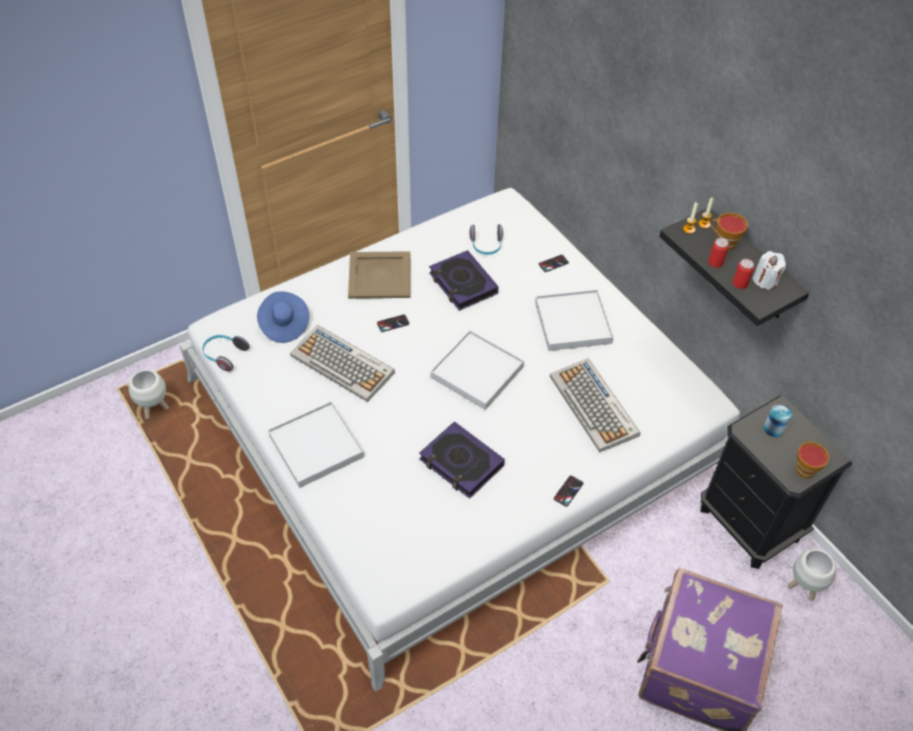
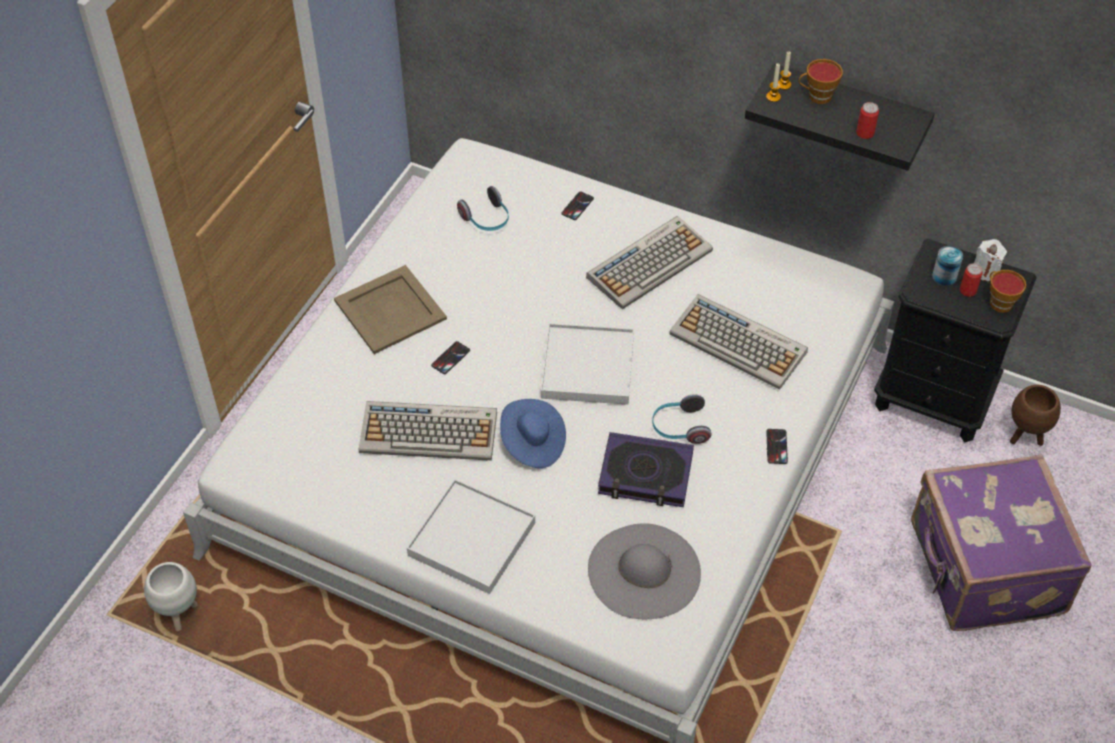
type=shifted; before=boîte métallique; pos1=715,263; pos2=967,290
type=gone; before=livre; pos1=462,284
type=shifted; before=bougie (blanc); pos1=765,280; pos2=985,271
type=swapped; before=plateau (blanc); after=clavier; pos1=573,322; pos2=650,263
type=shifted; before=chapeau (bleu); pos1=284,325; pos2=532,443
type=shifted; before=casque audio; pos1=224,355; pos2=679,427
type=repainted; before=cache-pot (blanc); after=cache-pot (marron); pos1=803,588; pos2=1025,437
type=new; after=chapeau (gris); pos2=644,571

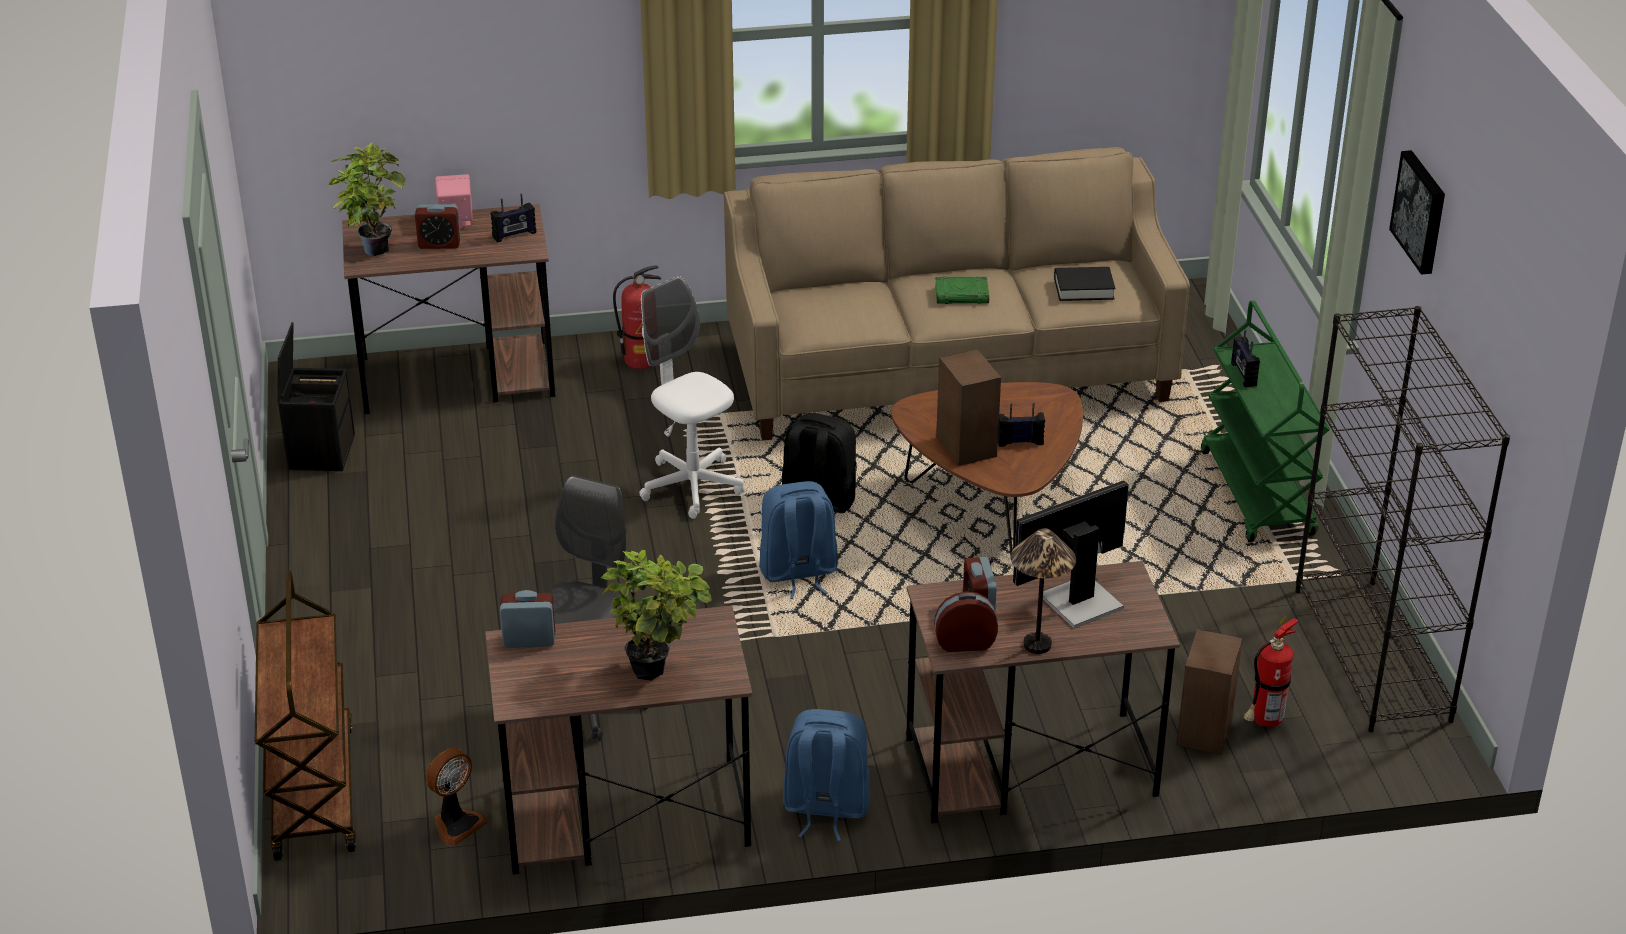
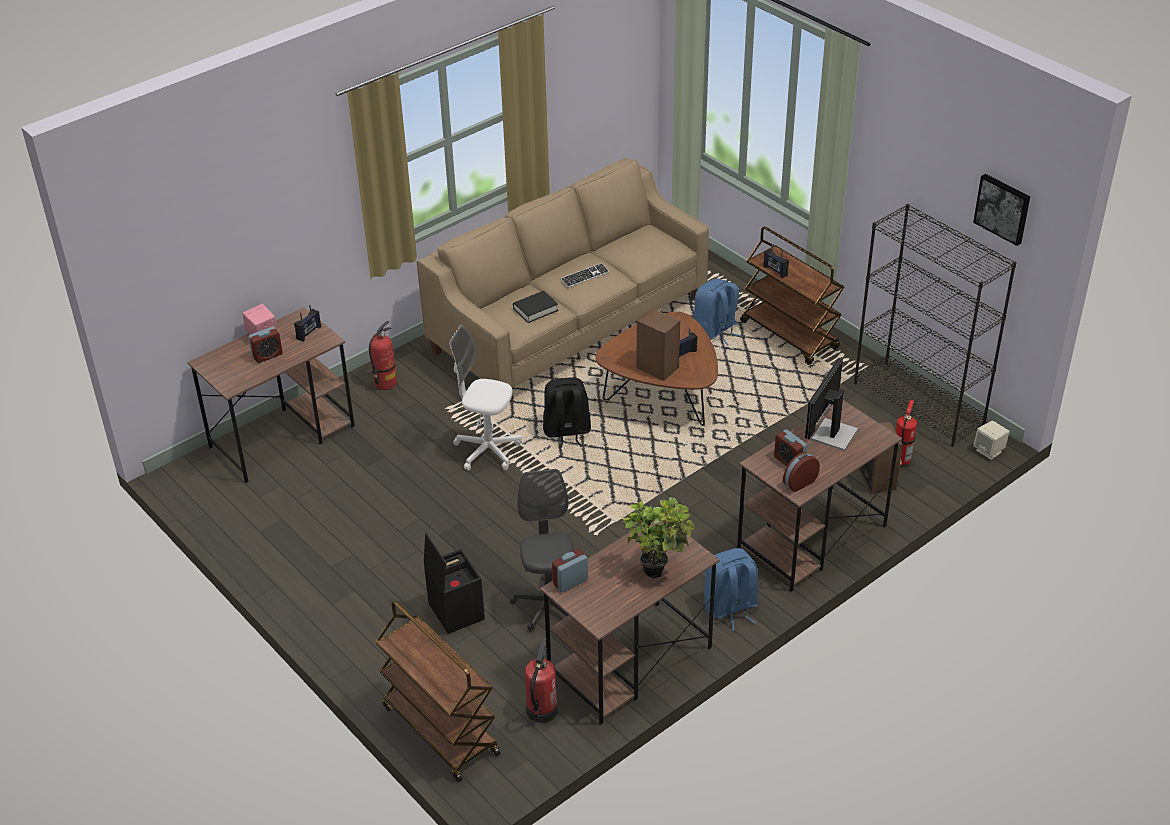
type=gone; before=plante en pot; pos1=373,247
type=shifted; before=tableau; pos1=1421,211; pos2=1003,208
type=shifted; before=livre (noir); pos1=1084,288; pos2=535,309
type=swapped; before=livre (vert); after=clavier; pos1=962,294; pos2=585,276
type=repainted; before=chariot (vert); after=chariot (marron); pos1=1258,494; pos2=790,336
type=shifted; before=boîte de rangement (noir); pos1=320,451; pos2=455,611
type=shifted; before=sac à dos (bleu); pos1=798,573; pos2=715,332
type=gone; before=lampe de table; pos1=1037,645
type=swapped; before=ventilateur; after=extincteur; pos1=456,824; pos2=541,710
type=new; after=enceinte (beige); pos2=989,451

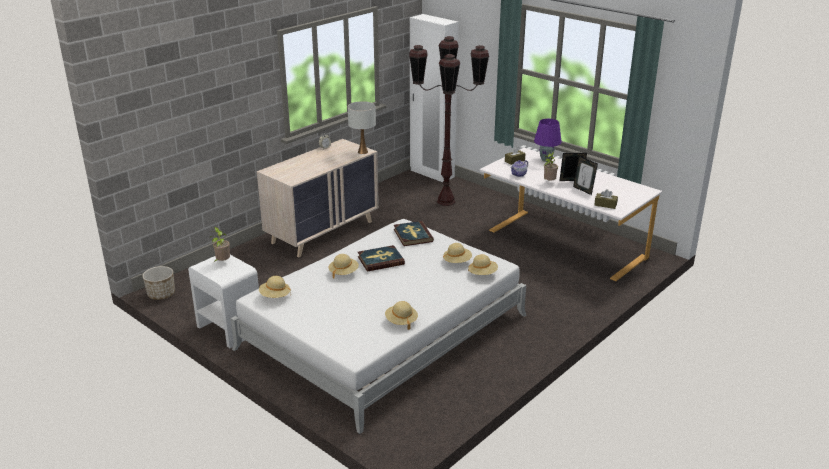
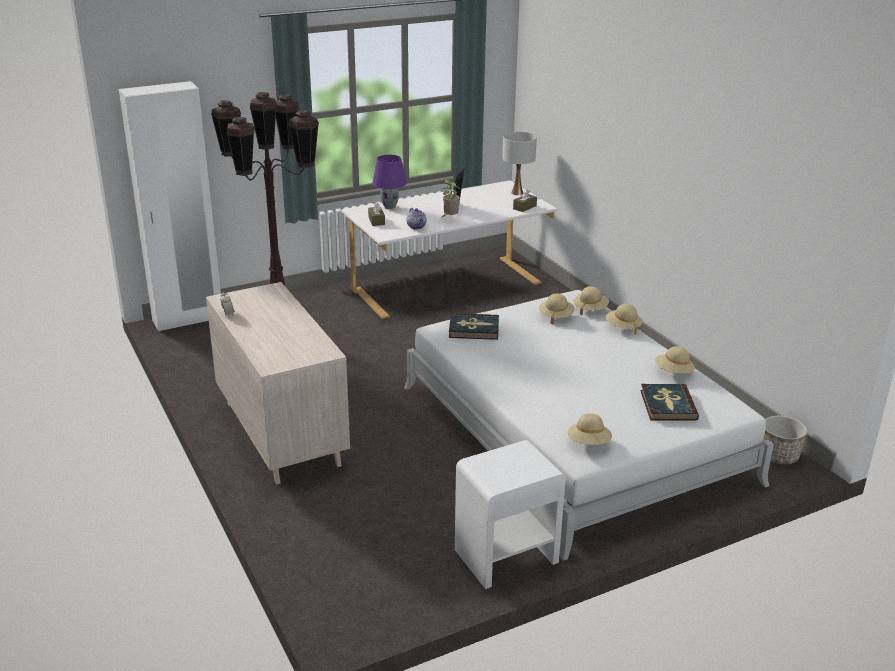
type=shifted; before=lampe de table (blanc); pos1=362,152; pos2=517,193
type=gone; before=cadre photo; pos1=583,190
type=gone; before=plante en pot; pos1=222,262
type=shifted; before=livre; pos1=380,260; pos2=667,405
type=shifted; before=chapeau (beige); pos1=343,272; pos2=623,327
type=shifted; before=cache-pot; pos1=161,294; pos2=778,456

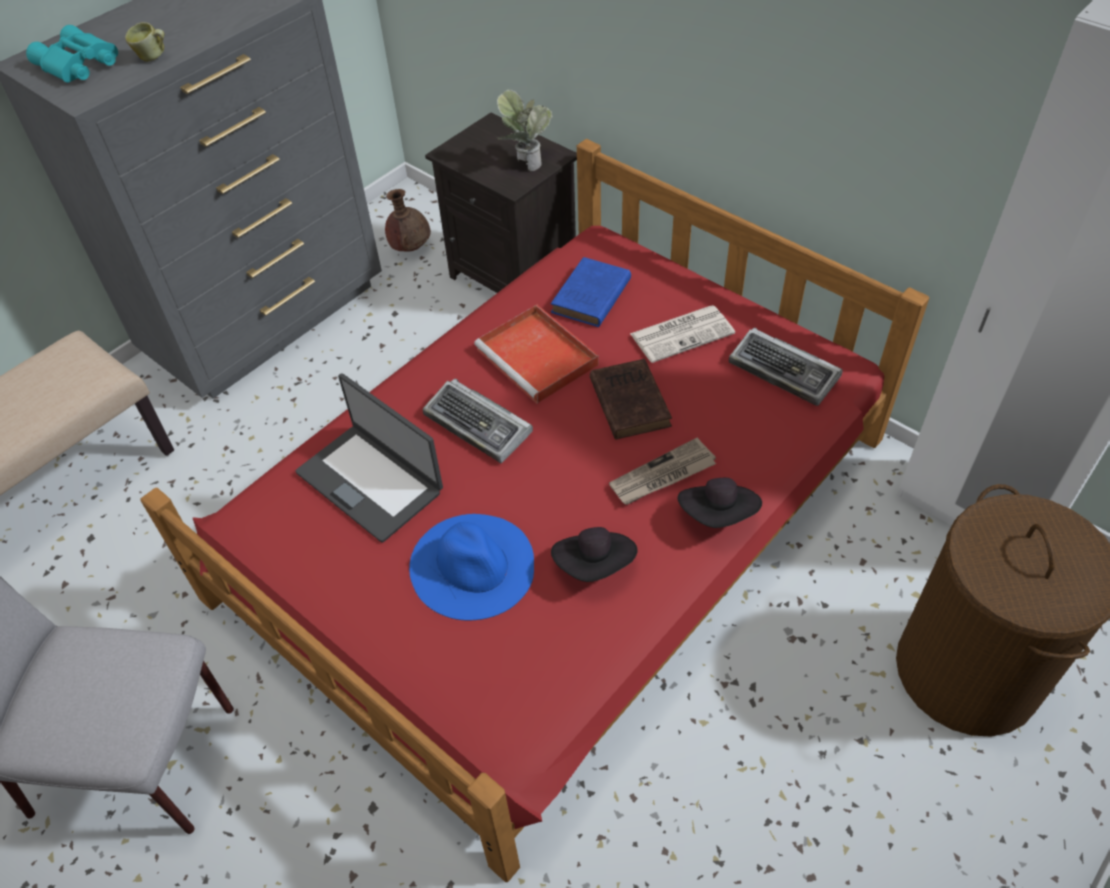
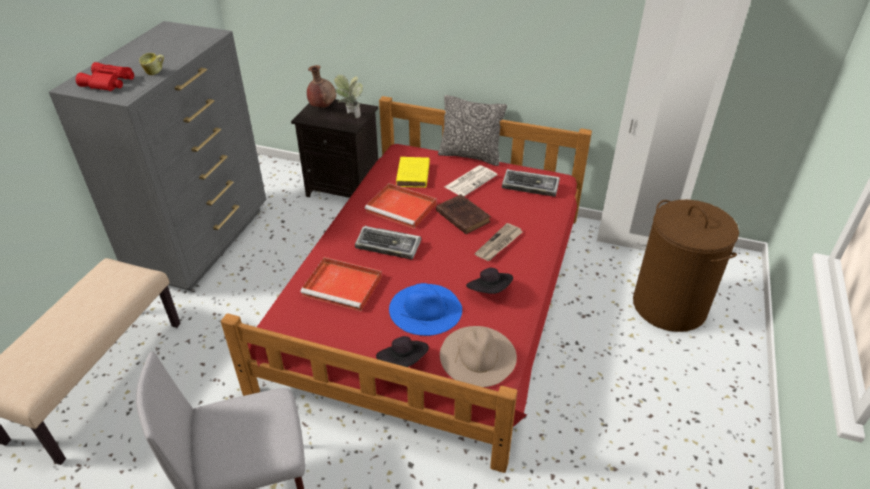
type=repainted; before=jumelles (turquoise); after=jumelles (rouge); pos1=78,66; pos2=108,83
type=shifted; before=vase (marron); pos1=410,247; pos2=322,106
type=repainted; before=livre (bleu); after=livre (jaune); pos1=590,298; pos2=413,175
type=swapped; before=ordinateur portable; after=plateau (rouge); pos1=371,481; pos2=344,286
type=shifted; before=chapeau (noir); pos1=718,514; pos2=403,361
type=new; after=coussin; pos2=470,155
type=new; after=chapeau (beige); pos2=478,355

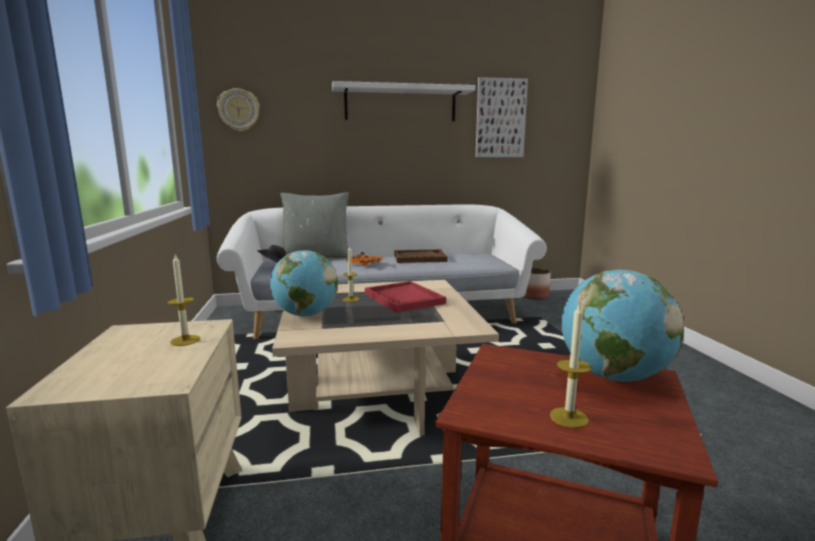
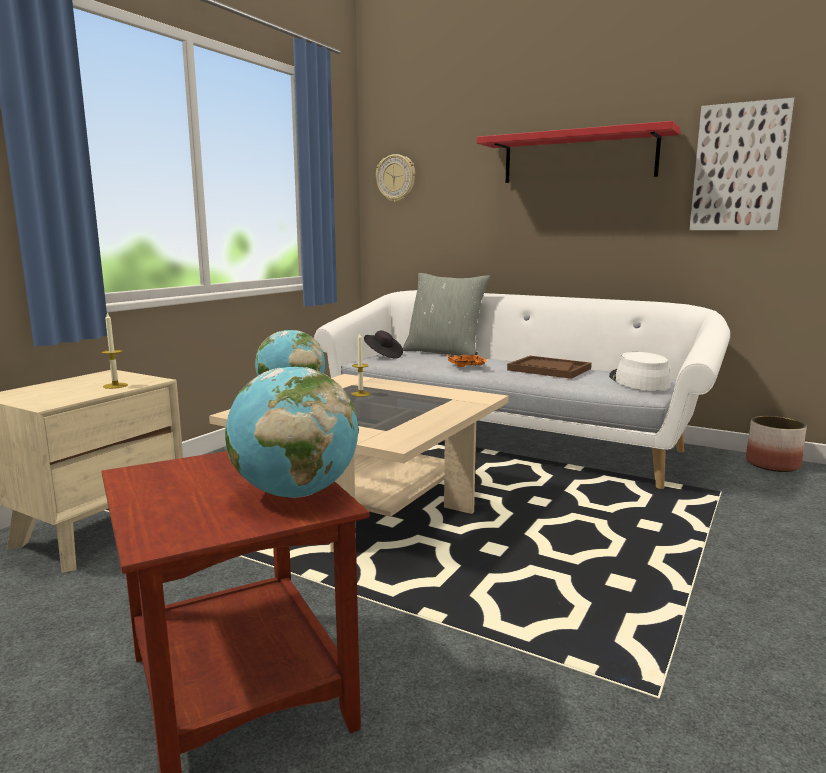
type=repainted; before=étagère (blanc); after=étagère (rouge); pos1=400,104; pos2=578,157
type=gone; before=plateau (rouge); pos1=404,298
type=gone; before=bougie; pos1=569,417
type=new; after=chapeau (blanc); pos2=638,381

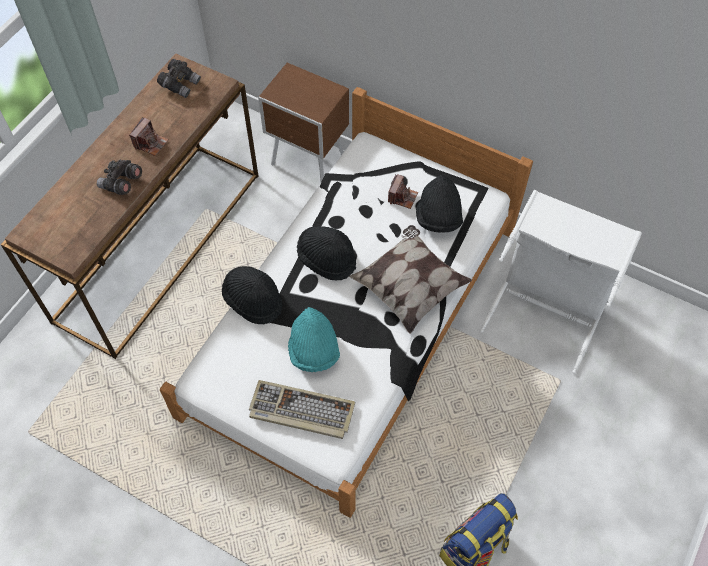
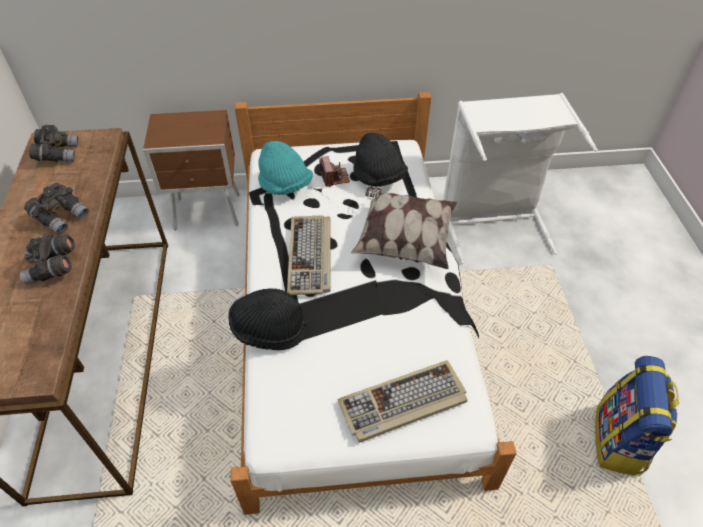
type=swapped; before=appareil photo; after=jumelles (gris); pos1=151,143; pos2=62,216
type=swapped; before=chapeau (noir); after=clavier; pos1=327,259; pos2=310,257
type=shifted; before=chapeau (turquoise); pos1=314,351; pos2=285,185

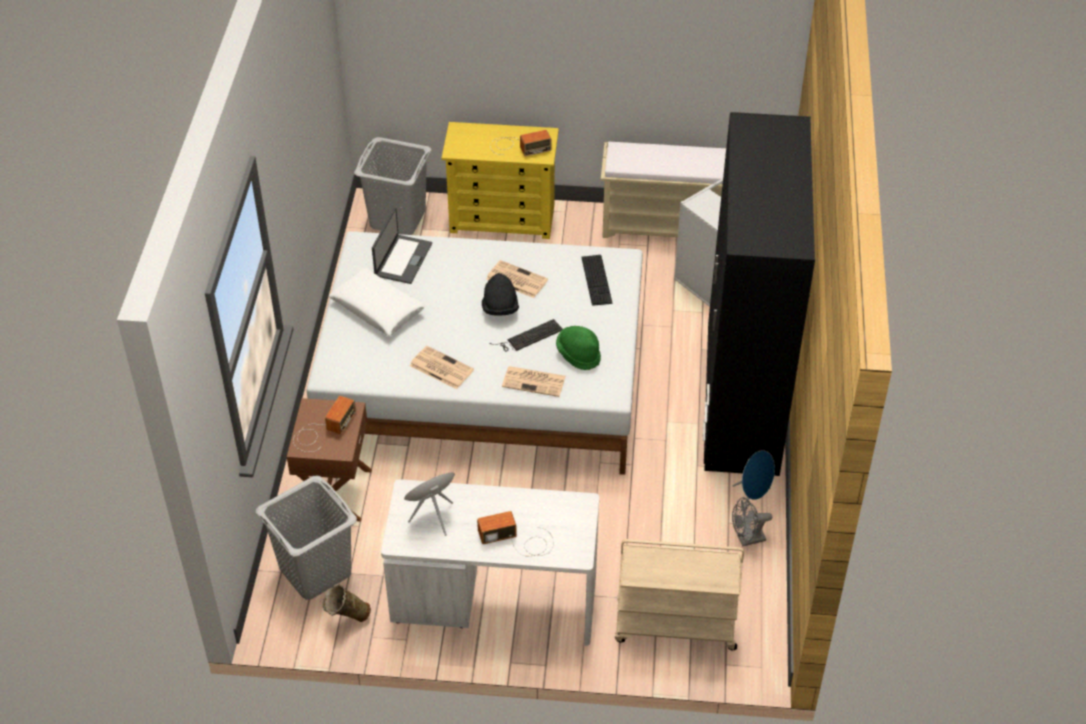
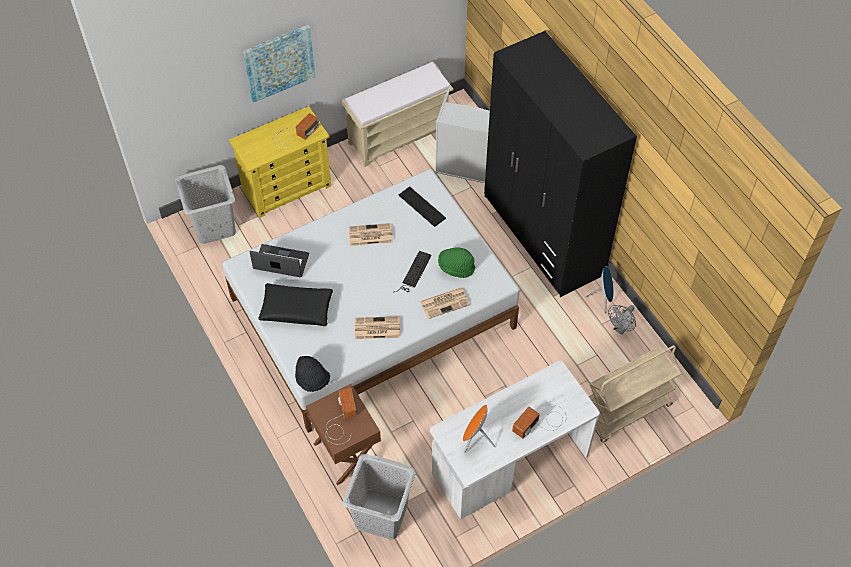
type=rotated; before=ordinateur portable; pos1=402,259; pos2=281,262; turn=-60
type=repainted; before=coussin (blanc); after=coussin (noir); pos1=378,308; pos2=296,309
type=shifted; before=chapeau (noir); pos1=500,308; pos2=312,380
type=gone; before=vase (beige); pos1=347,620
type=new; after=tableau; pos2=279,62

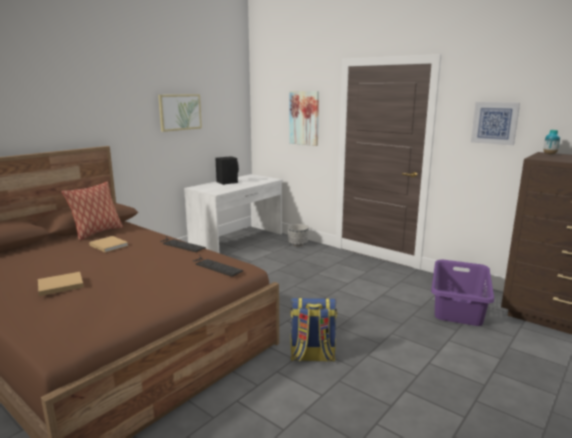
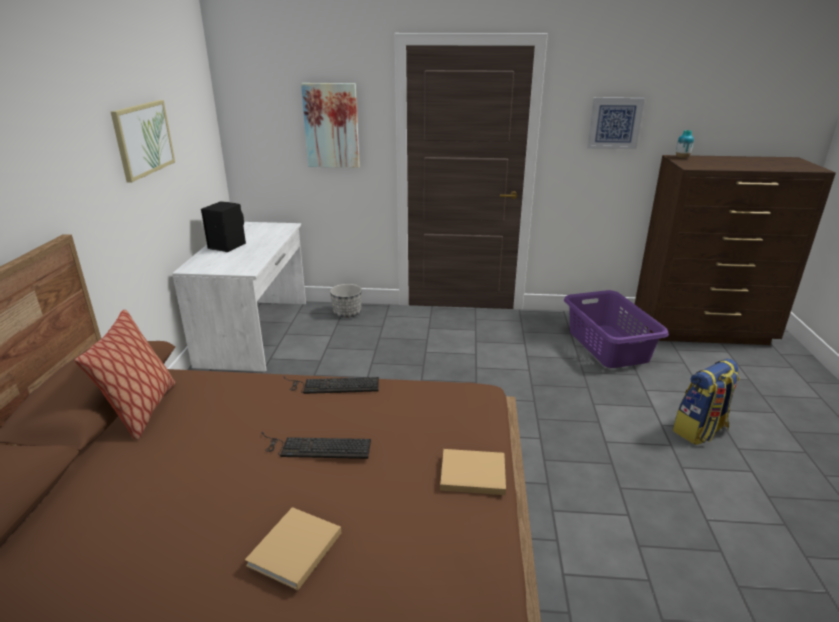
type=shifted; before=livre (beige); pos1=108,245; pos2=470,473
type=shifted; before=clavier; pos1=215,266; pos2=315,447
type=shifted; before=sac à dos; pos1=312,356; pos2=700,431

